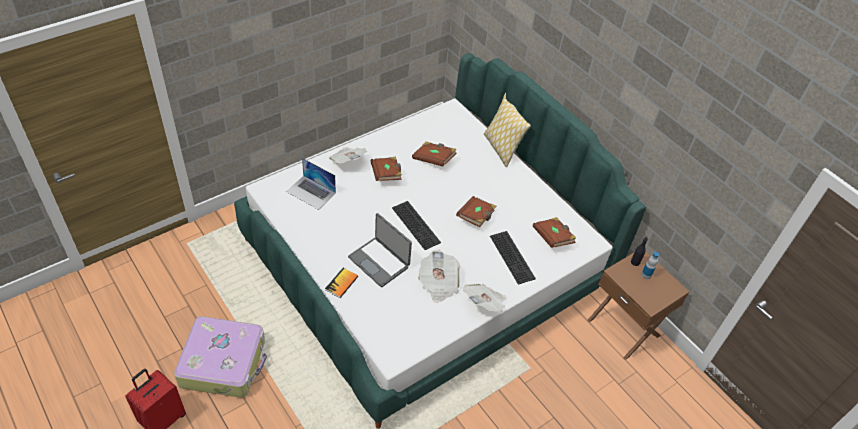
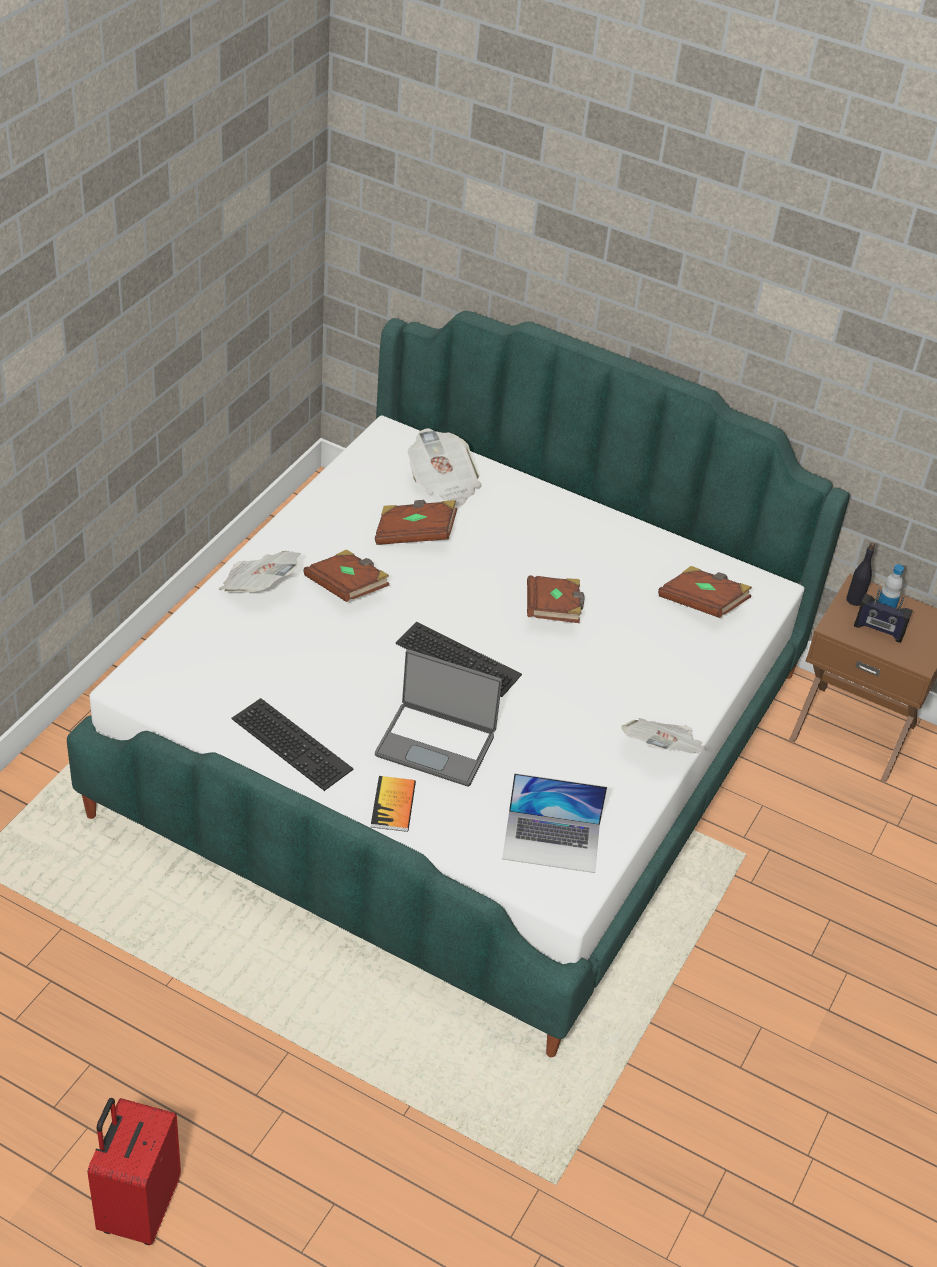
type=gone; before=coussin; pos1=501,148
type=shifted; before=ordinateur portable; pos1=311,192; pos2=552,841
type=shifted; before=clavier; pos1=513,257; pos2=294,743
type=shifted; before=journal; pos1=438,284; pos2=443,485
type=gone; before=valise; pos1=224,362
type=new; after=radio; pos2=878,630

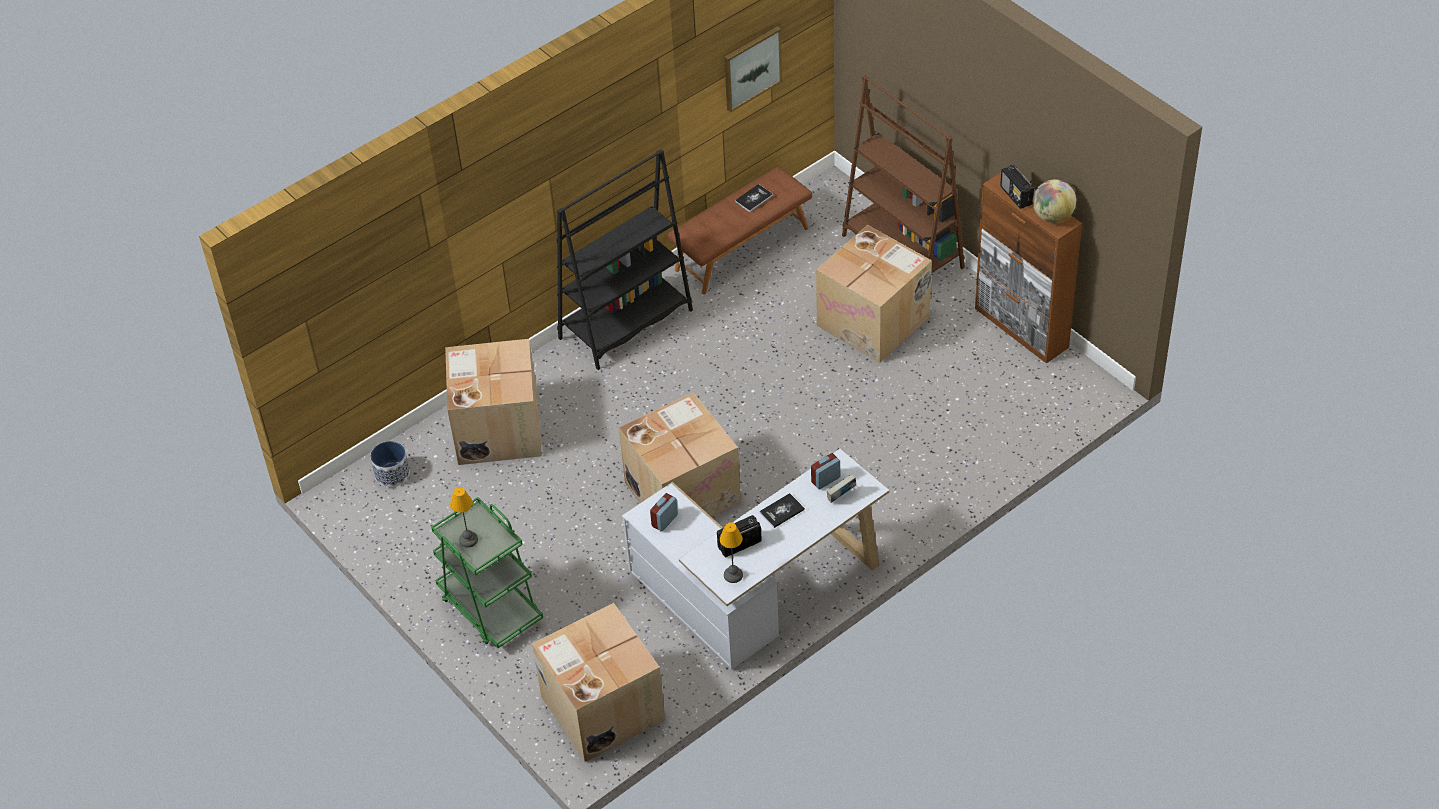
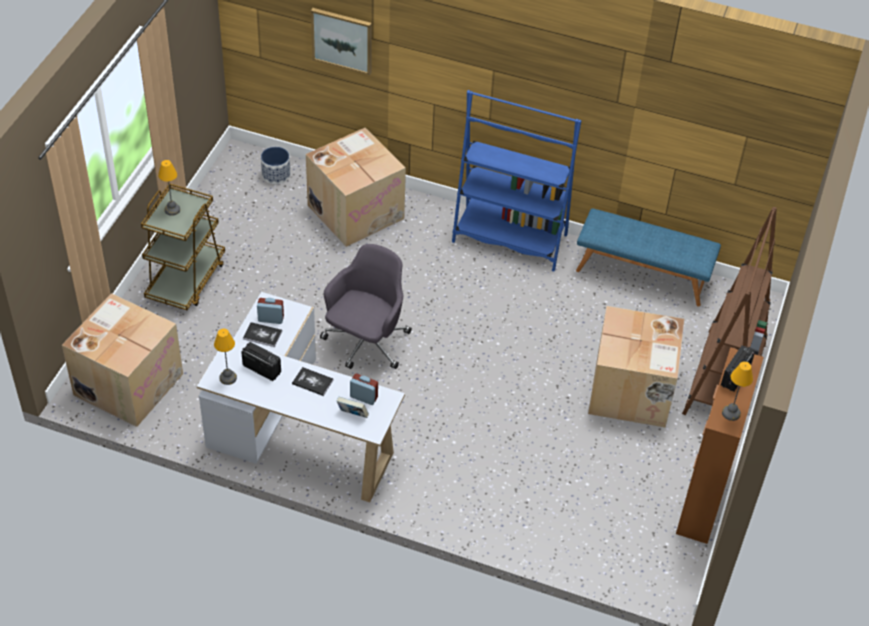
type=shifted; before=tableau; pos1=752,68; pos2=342,40
type=repainted; before=bibliothèque (noir); after=bibliothèque (bleu); pos1=626,324; pos2=510,238
type=repainted; before=banc (marron); after=banc (bleu); pos1=741,248; pos2=643,273
type=swapped; before=globe; after=lampe de table; pos1=1052,216; pos2=730,413
type=shifted; before=livre; pos1=754,199; pos2=262,335
type=swapped; before=carton; after=chaise de bureau (gris); pos1=683,491; pos2=366,343
type=repainted; before=chariot (vert); after=chariot (marron); pos1=490,607; pos2=186,280

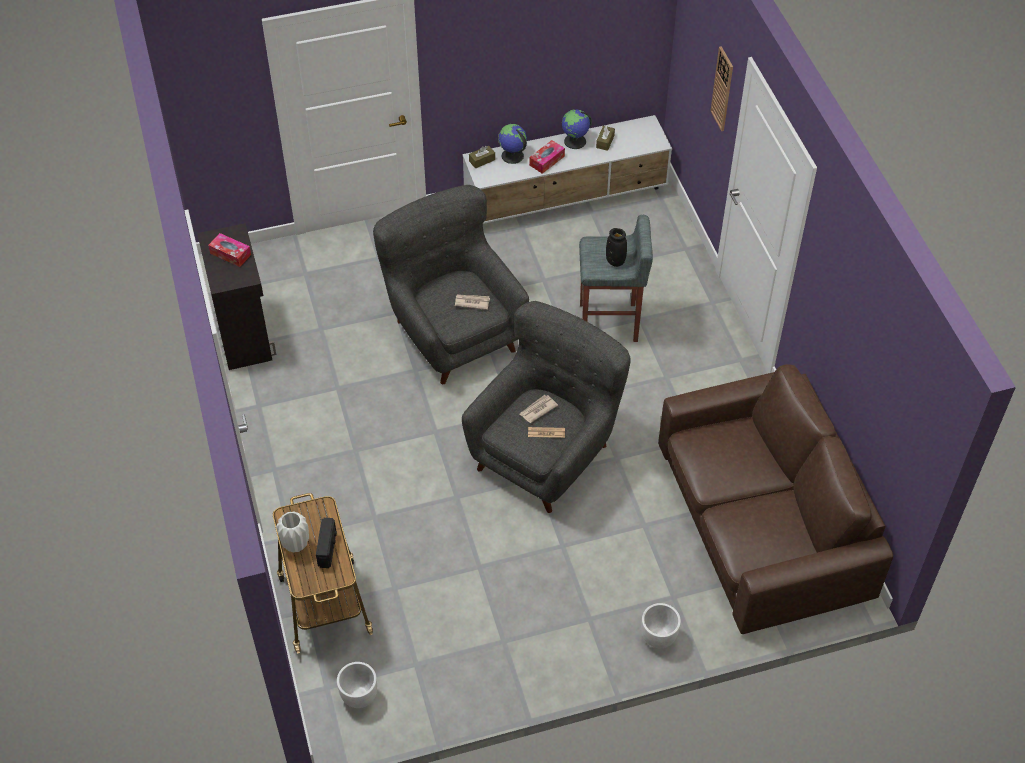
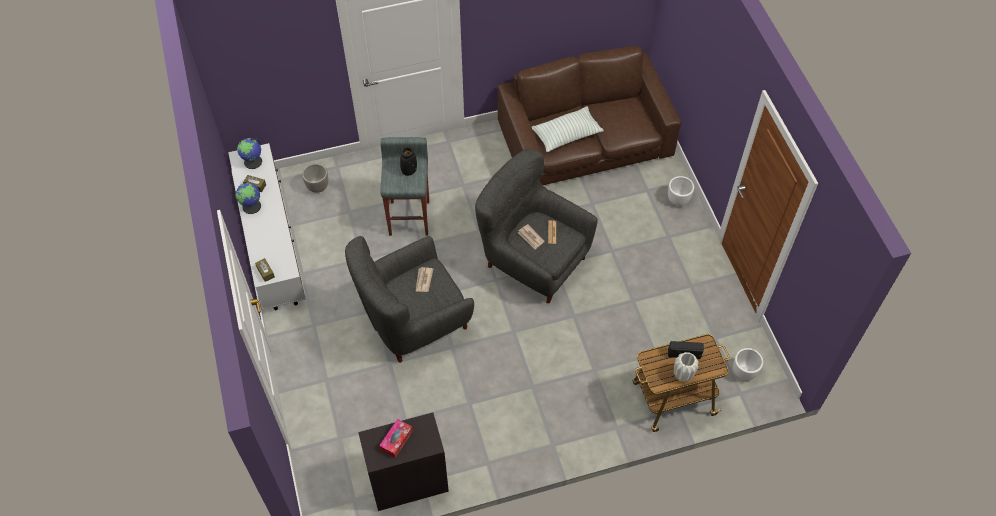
type=gone; before=horloge murale; pos1=722,89
type=shifted; before=globe; pos1=512,156; pos2=253,162
type=gone; before=boîte à mouchoirs; pos1=547,160
type=new; after=coussin; pos2=566,135
type=new; after=cache-pot; pos2=317,187

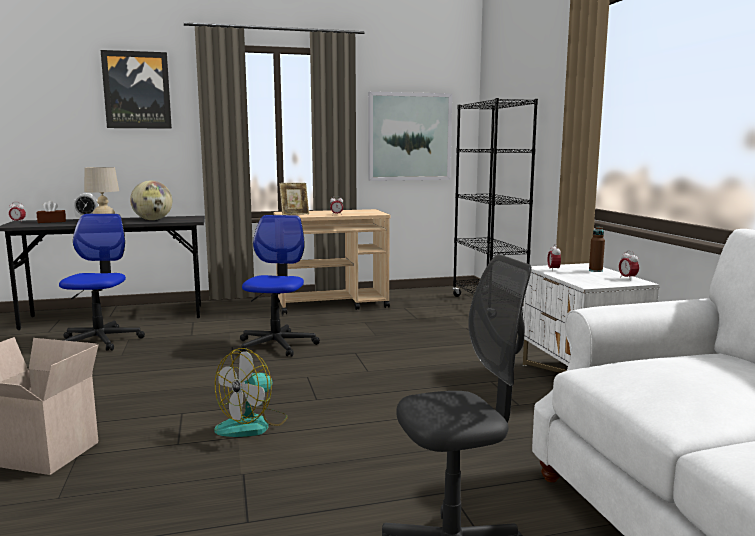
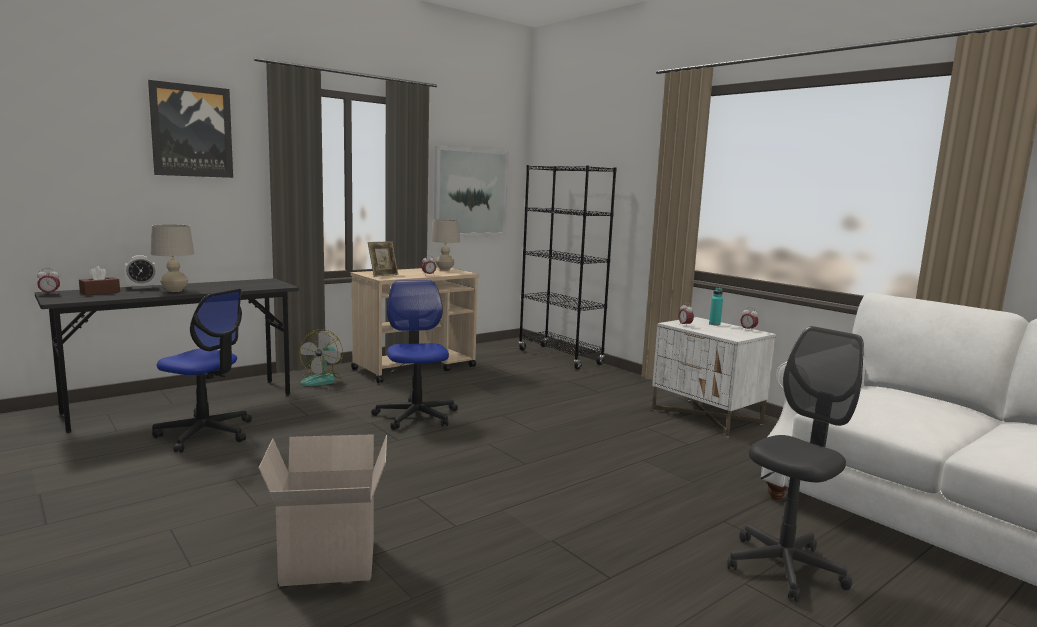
type=gone; before=globe; pos1=153,220
type=rotated; before=chaise de bureau; pos1=100,341; pos2=206,433; turn=135
type=repainted; before=bouteille (marron); after=bouteille (turquoise); pos1=595,270; pos2=714,324
type=shifted; before=ventilateur; pos1=253,424; pos2=322,380
type=new; after=lampe de table (beige); pos2=445,269

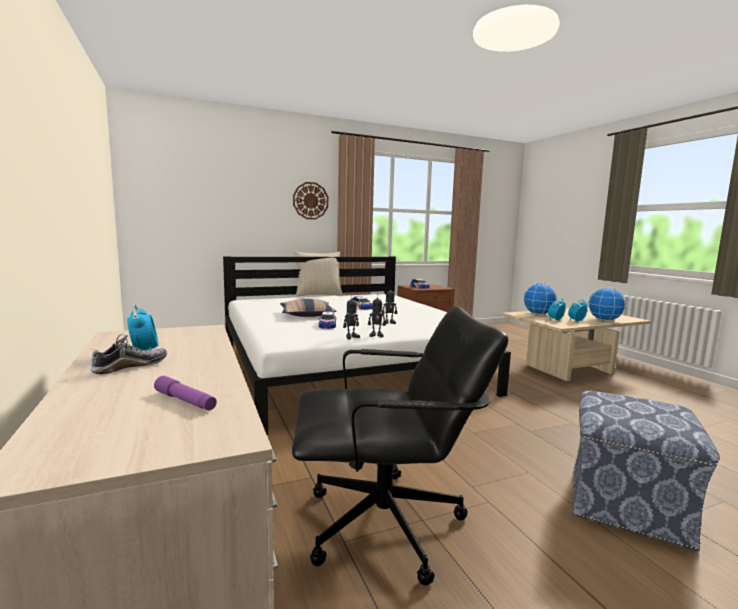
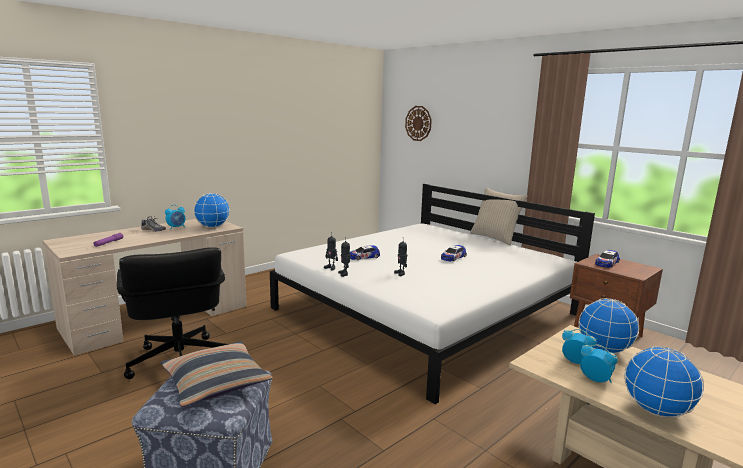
type=shifted; before=horloge murale; pos1=310,200; pos2=418,123
type=shifted; before=coussin; pos1=307,315; pos2=216,382
type=new; after=globe; pos2=212,227

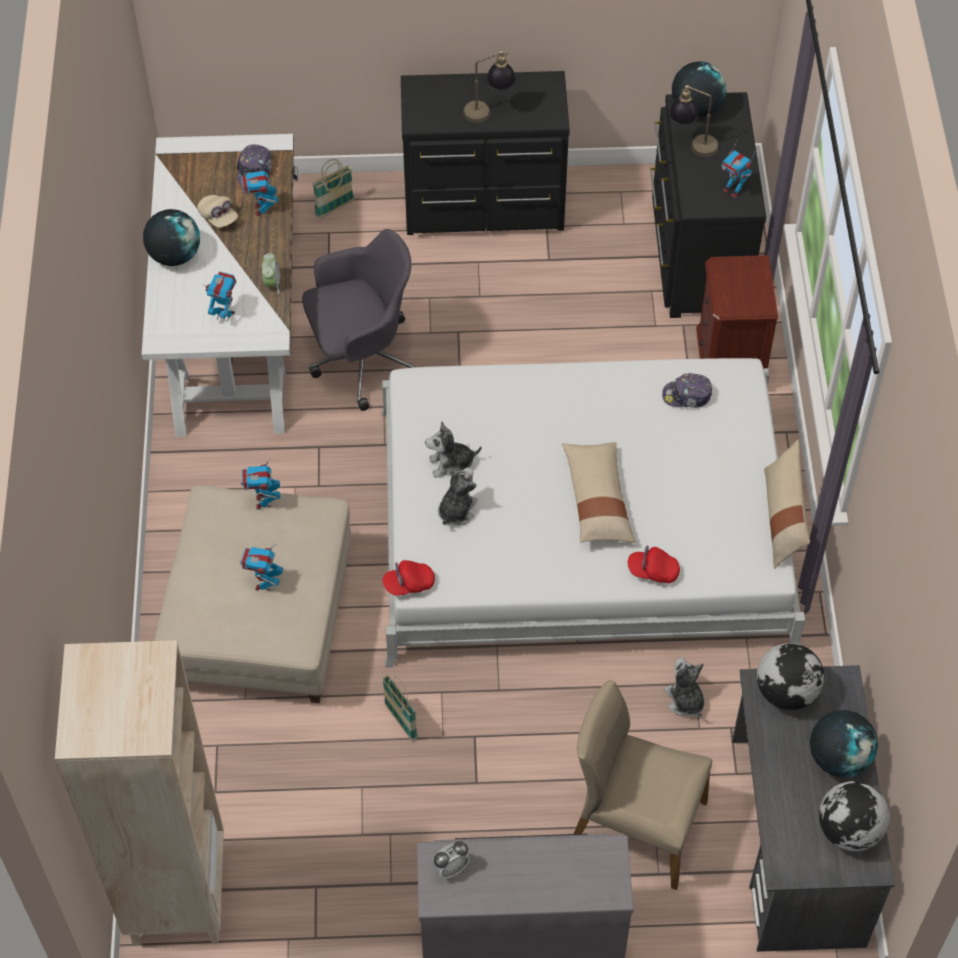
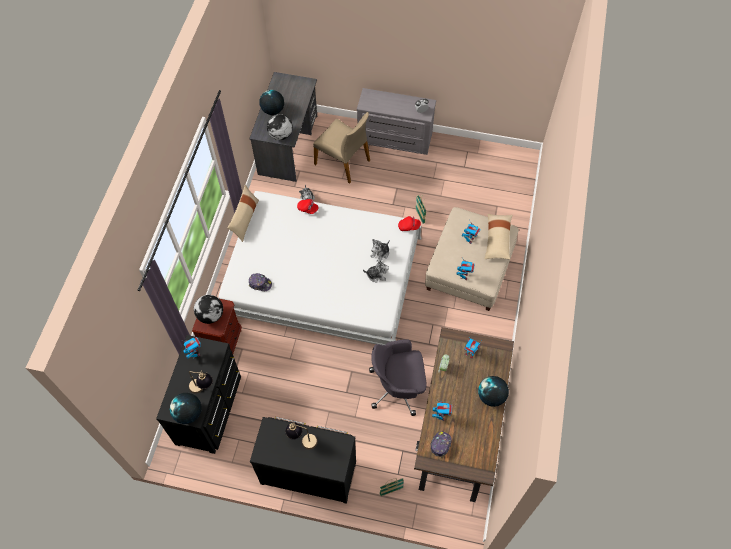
type=repainted; before=bureau (blanc); after=bureau (marron); pos1=232,323; pos2=459,425
type=gone; before=casquette (beige); pos1=218,217
type=shifted; before=coussin (beige); pos1=597,500; pos2=497,239
type=gone; before=bibliothèque (beige); pos1=176,894
type=shifted; before=globe; pos1=848,831; pos2=211,315

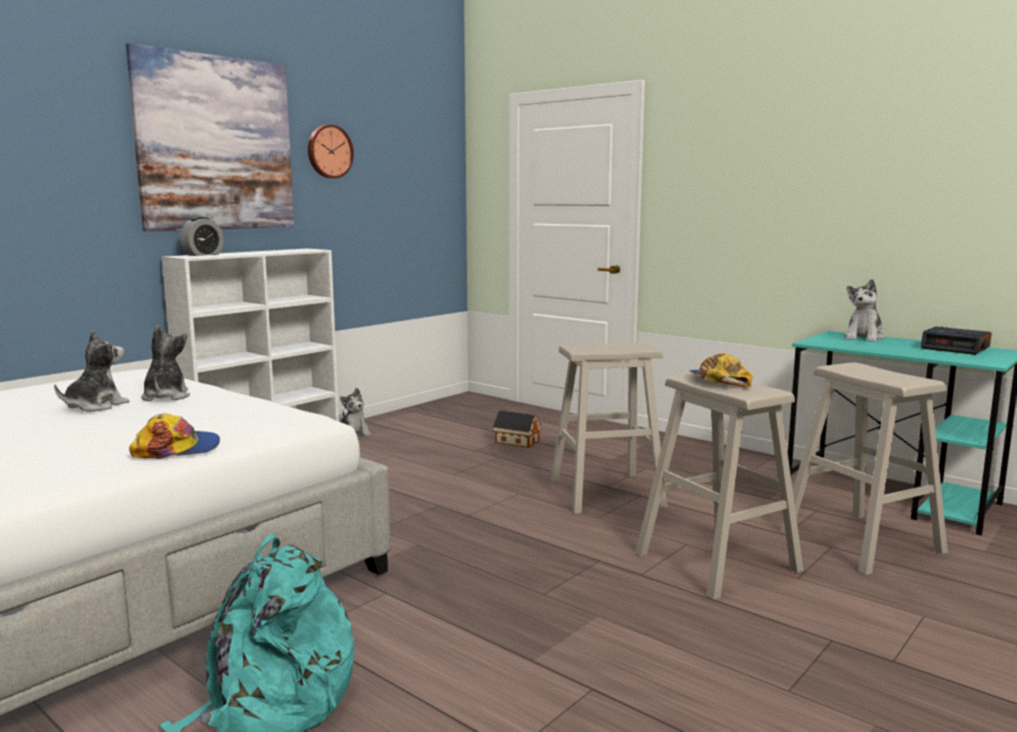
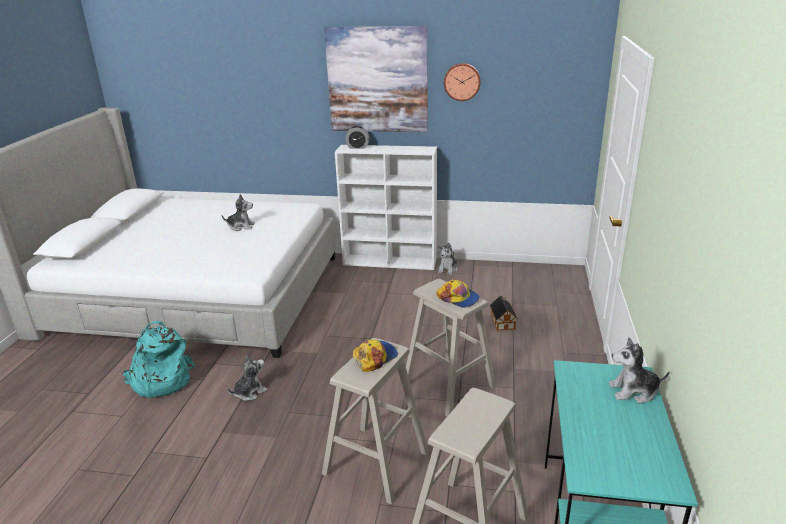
type=shifted; before=peluche; pos1=165,397; pos2=249,392
type=gone; before=réveil; pos1=956,348
type=shifted; before=casquette; pos1=177,448; pos2=458,298

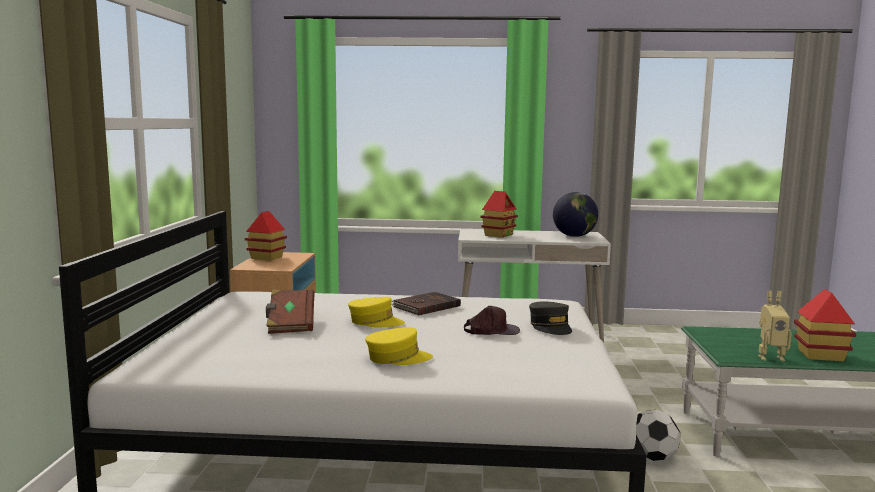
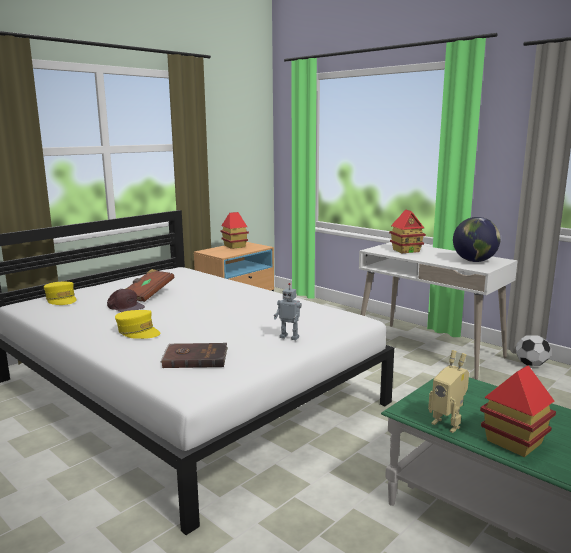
type=shifted; before=livre (marron); pos1=425,306; pos2=195,358
type=shifted; before=casquette (jaune); pos1=375,322; pos2=61,299
type=swapped; before=casquette (gris); after=robot jouet; pos1=550,327; pos2=290,337
type=shifted; before=casquette (marron); pos1=491,330; pos2=125,307
type=shifted; before=ballon de foot; pos1=652,457; pos2=531,365

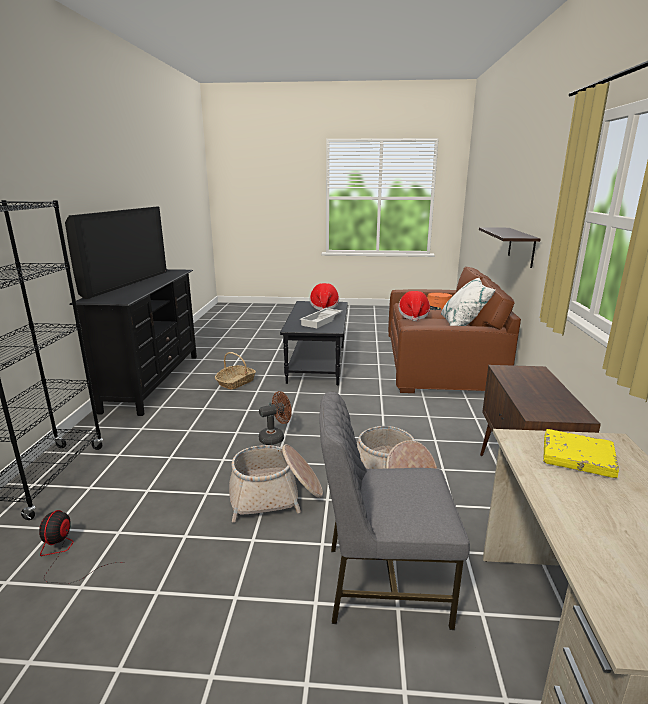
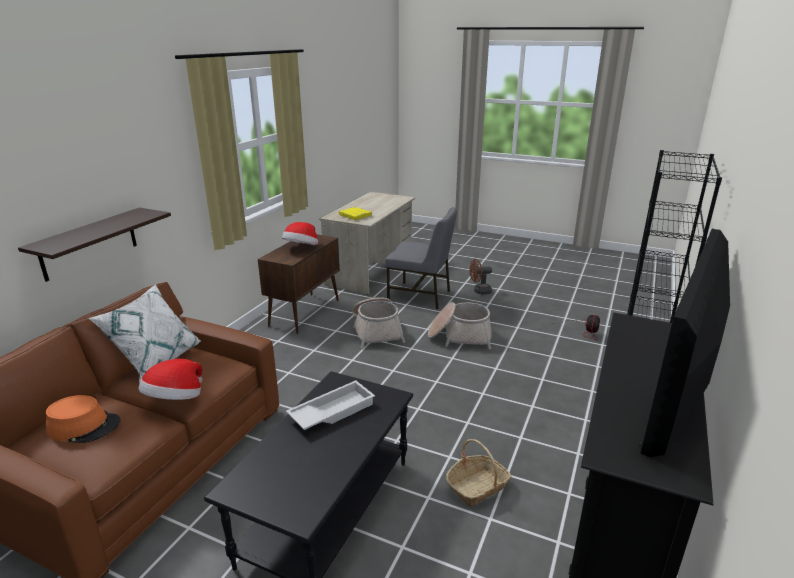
type=shifted; before=chapeau; pos1=324,307; pos2=302,249
type=shifted; before=ventilateur (marron); pos1=275,437; pos2=479,291

